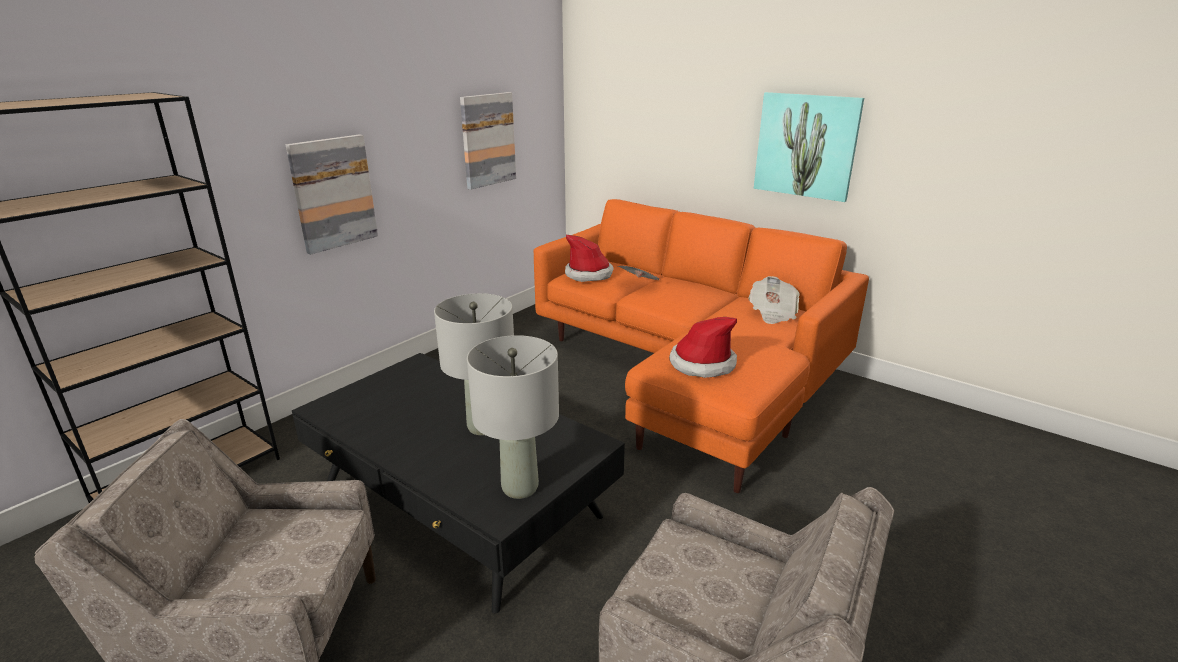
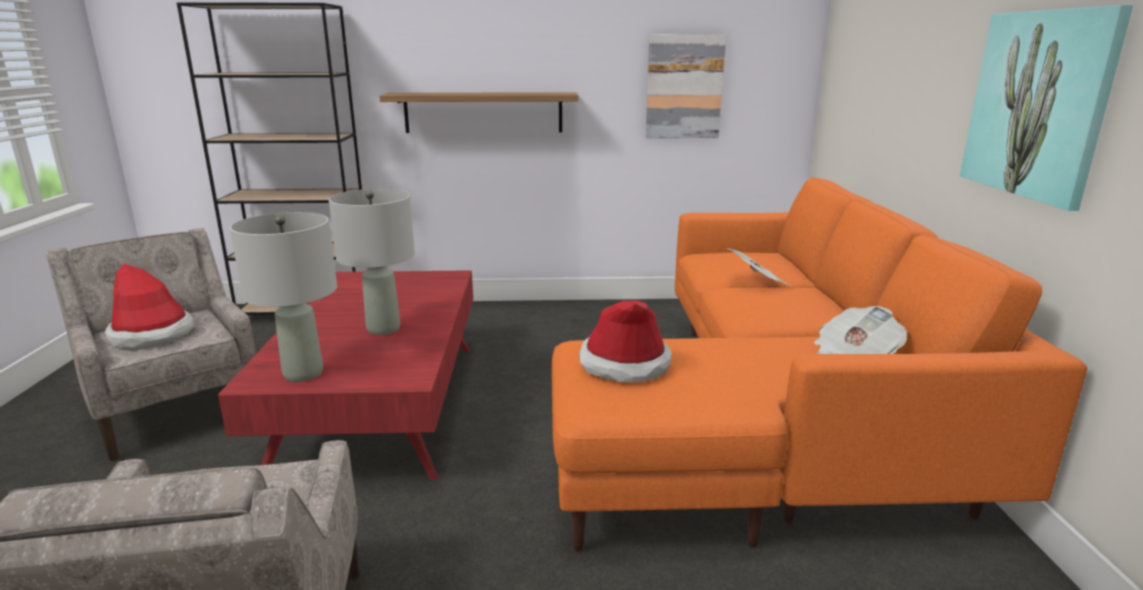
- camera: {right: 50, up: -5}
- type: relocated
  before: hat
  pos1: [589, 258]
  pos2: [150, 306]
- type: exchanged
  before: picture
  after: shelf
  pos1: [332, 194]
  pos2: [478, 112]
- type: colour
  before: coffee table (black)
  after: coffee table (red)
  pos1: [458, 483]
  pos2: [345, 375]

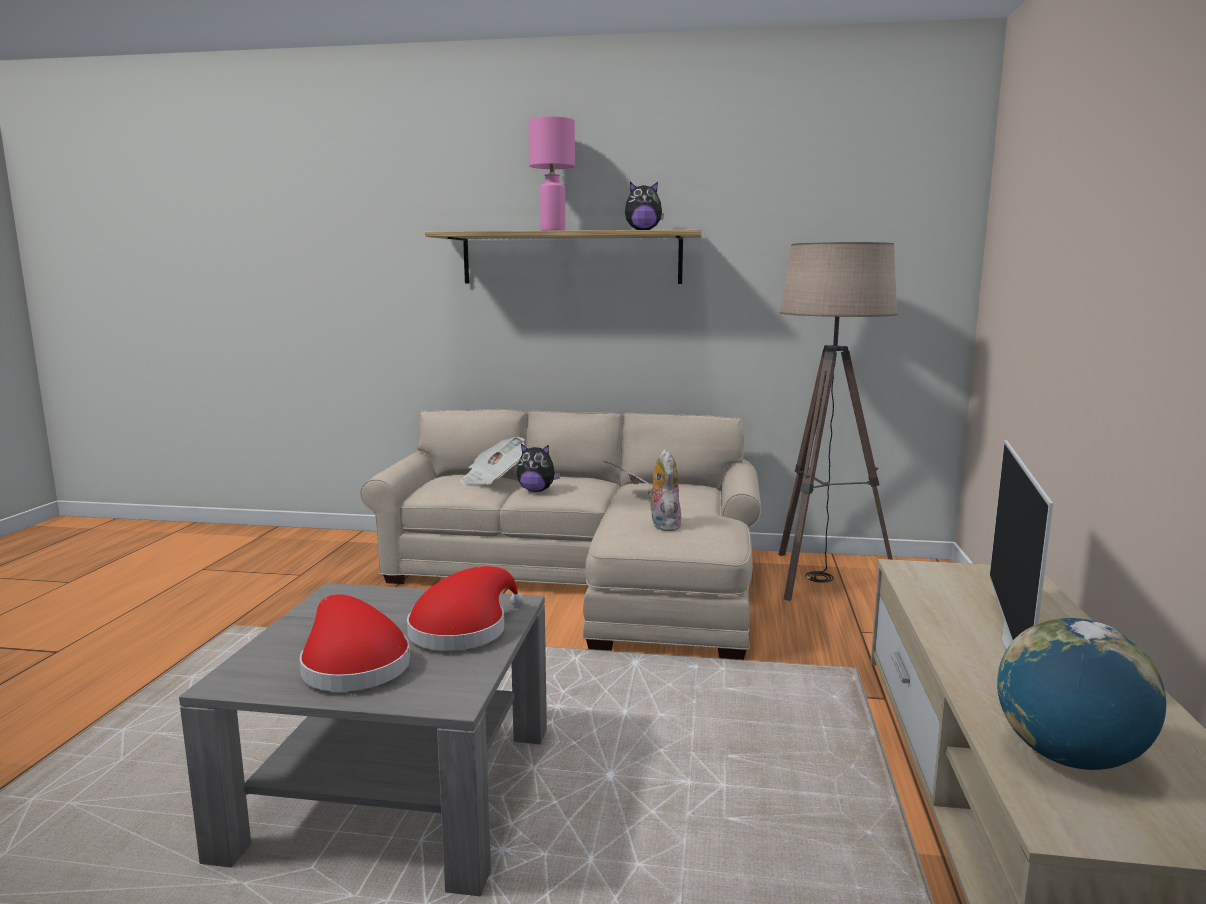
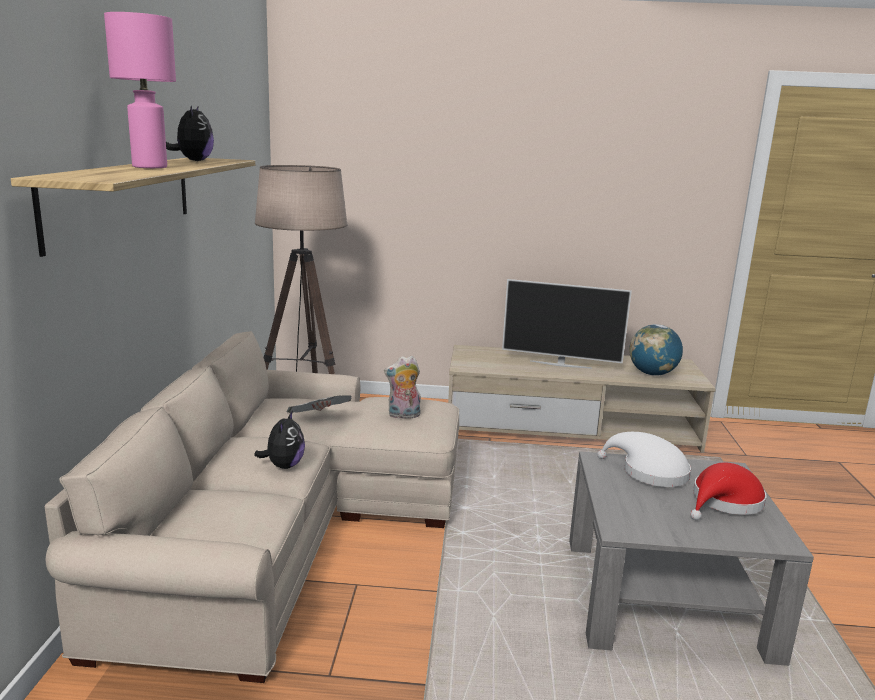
- camera: {right: -95, up: 5}
- type: missing
  before: newspaper
  pos1: [492, 461]
- type: colour
  before: hat (red)
  after: hat (white)
  pos1: [465, 608]
  pos2: [644, 459]

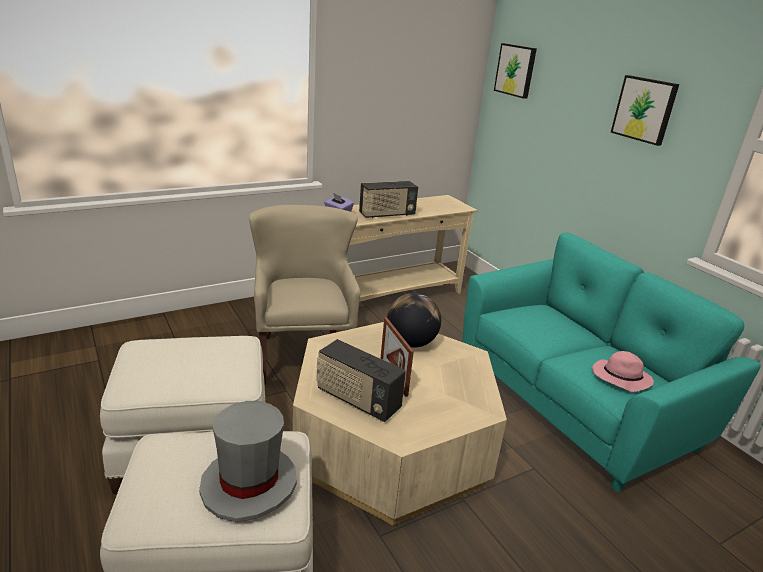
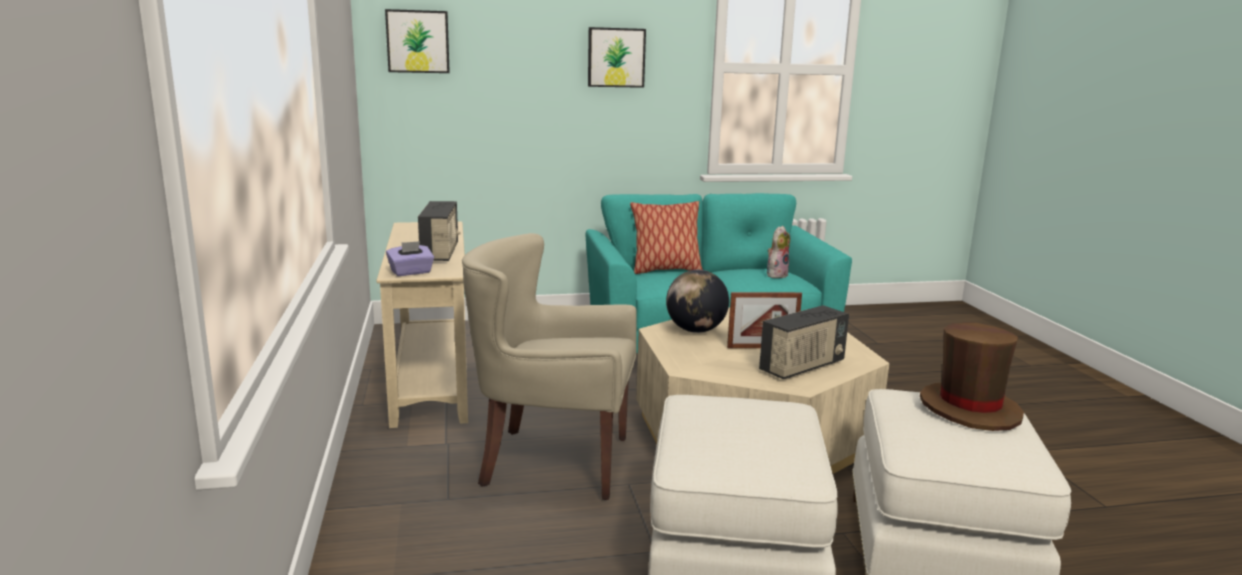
- camera: {right: -70, up: -10}
- type: appeared
  after: pillow
  pos2: [666, 237]
- type: exchanged
  before: hat (pink)
  after: plush toy
  pos1: [623, 371]
  pos2: [778, 252]
- type: colour
  before: hat (grey)
  after: hat (brown)
  pos1: [248, 461]
  pos2: [972, 377]

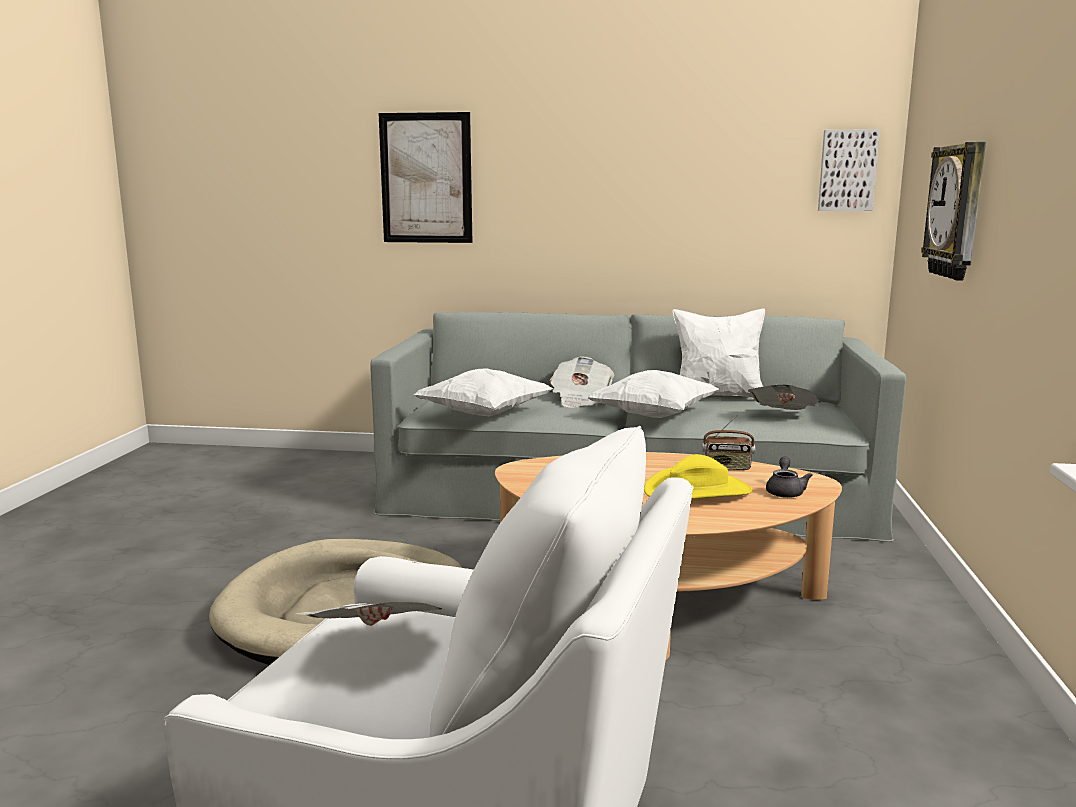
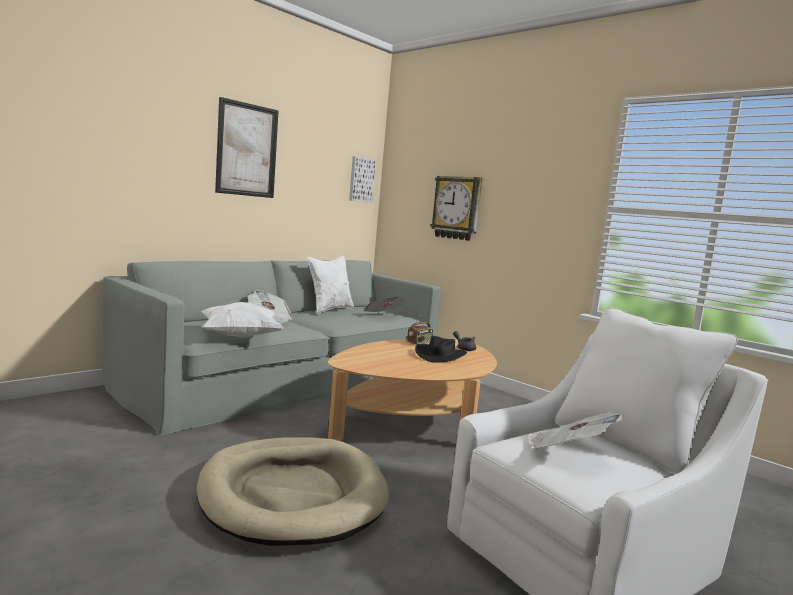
- camera: {right: -55, up: -5}
- type: missing
  before: pillow (white)
  pos1: [653, 394]
- type: relocated
  before: picture
  pos1: [425, 177]
  pos2: [246, 147]
- type: colour
  before: hat (yellow)
  after: hat (black)
  pos1: [698, 476]
  pos2: [441, 349]

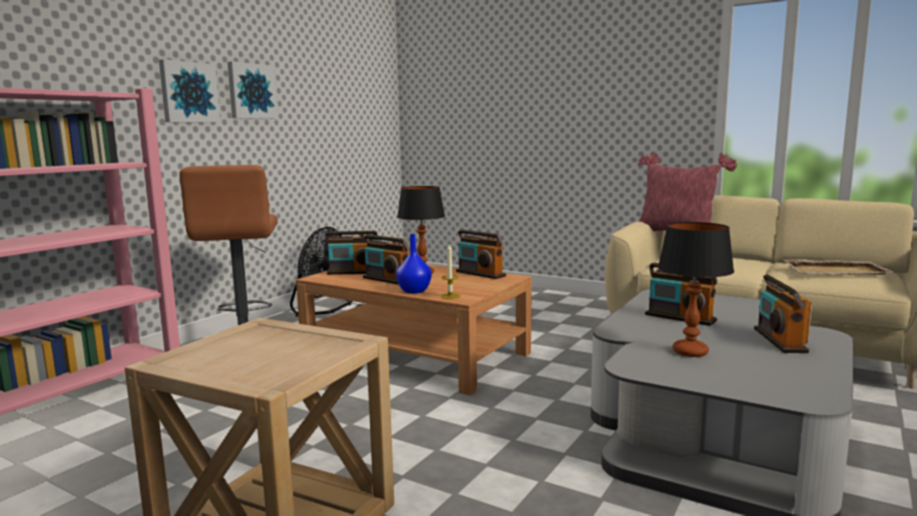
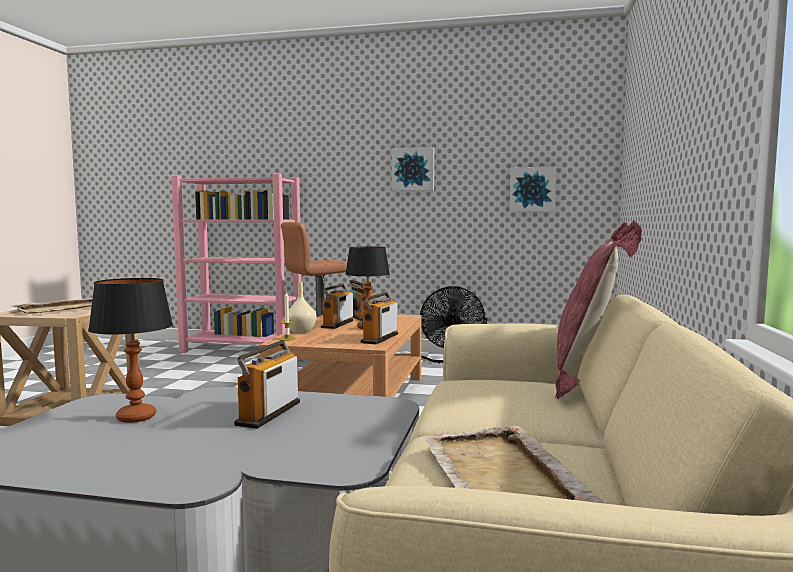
- camera: {right: 70, up: -5}
- type: missing
  before: radio
  pos1: [783, 313]
- type: appeared
  after: tray (beige)
  pos2: [52, 306]
- type: relocated
  before: picture
  pos1: [189, 90]
  pos2: [533, 189]
- type: colour
  before: vase (blue)
  after: vase (beige)
  pos1: [414, 264]
  pos2: [303, 307]

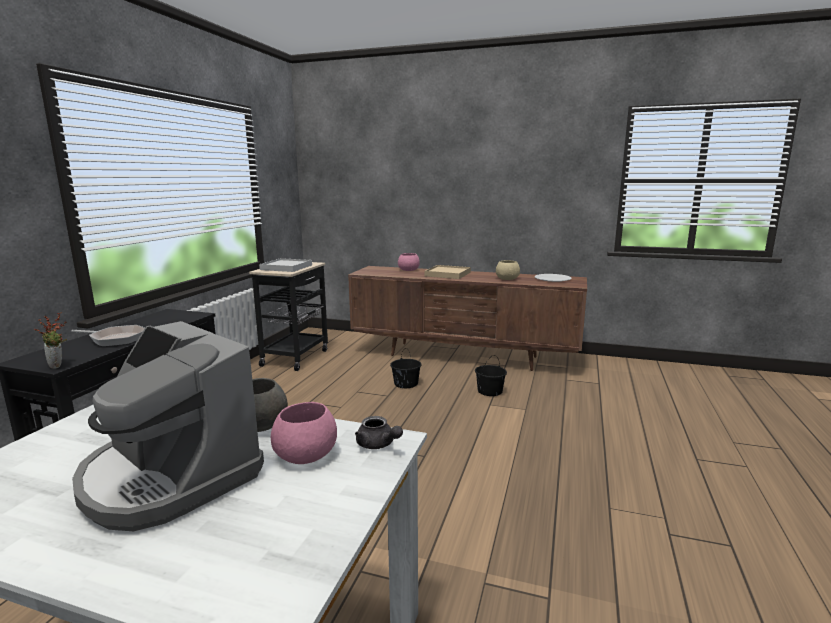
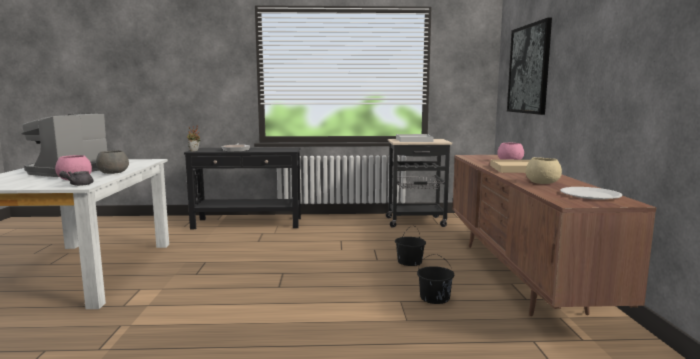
- camera: {right: 70, up: -5}
- type: appeared
  after: picture
  pos2: [529, 66]

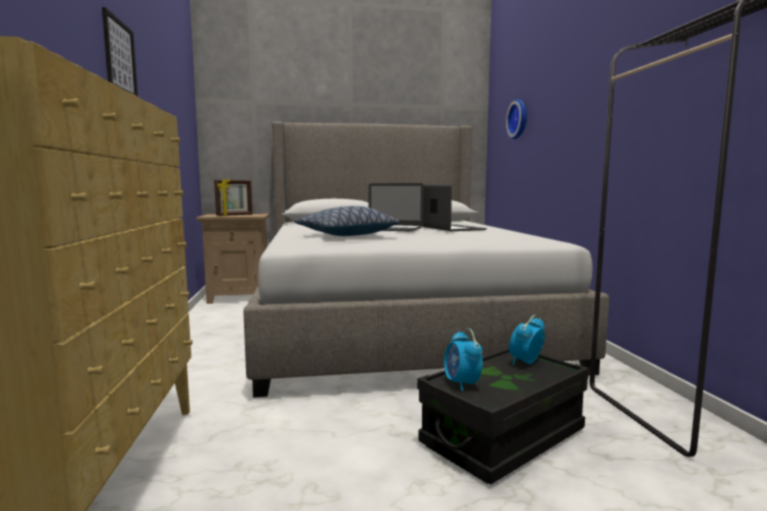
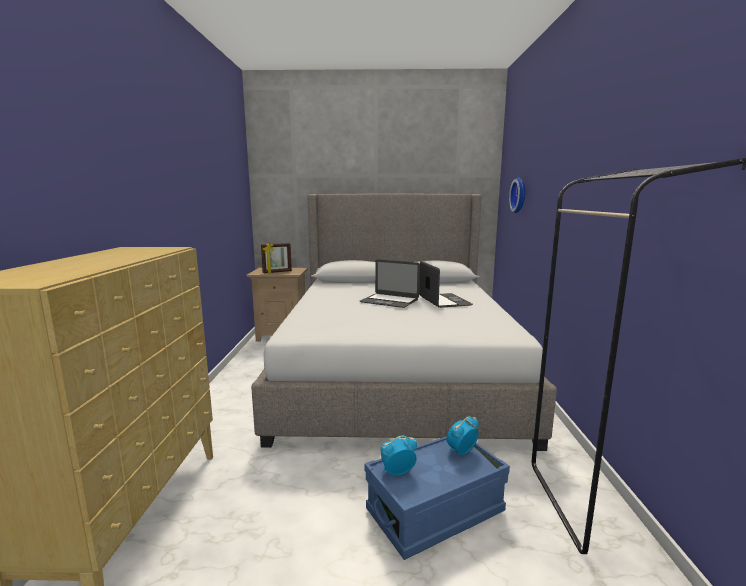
- camera: {right: 10, up: 5}
- type: missing
  before: picture
  pos1: [120, 52]
- type: missing
  before: pillow
  pos1: [346, 221]
- type: colour
  before: storage box (black)
  after: storage box (blue)
  pos1: [503, 416]
  pos2: [437, 498]
- type: spun
  before: alarm clock
  pos1: [463, 360]
  pos2: [399, 456]
  turn: 75

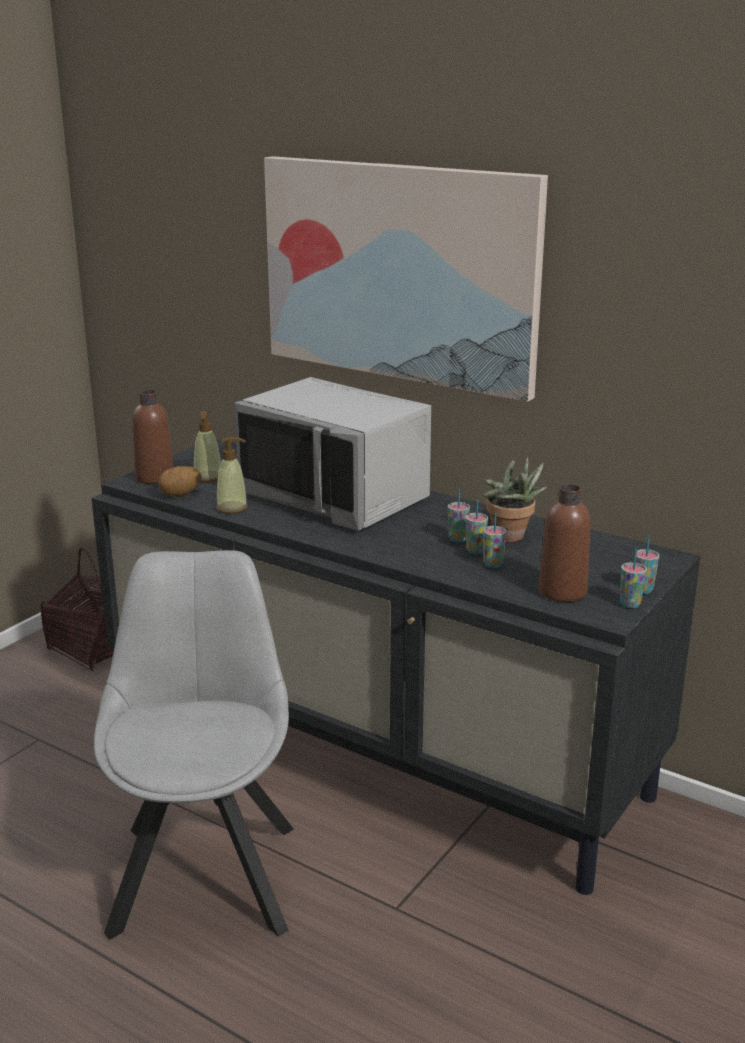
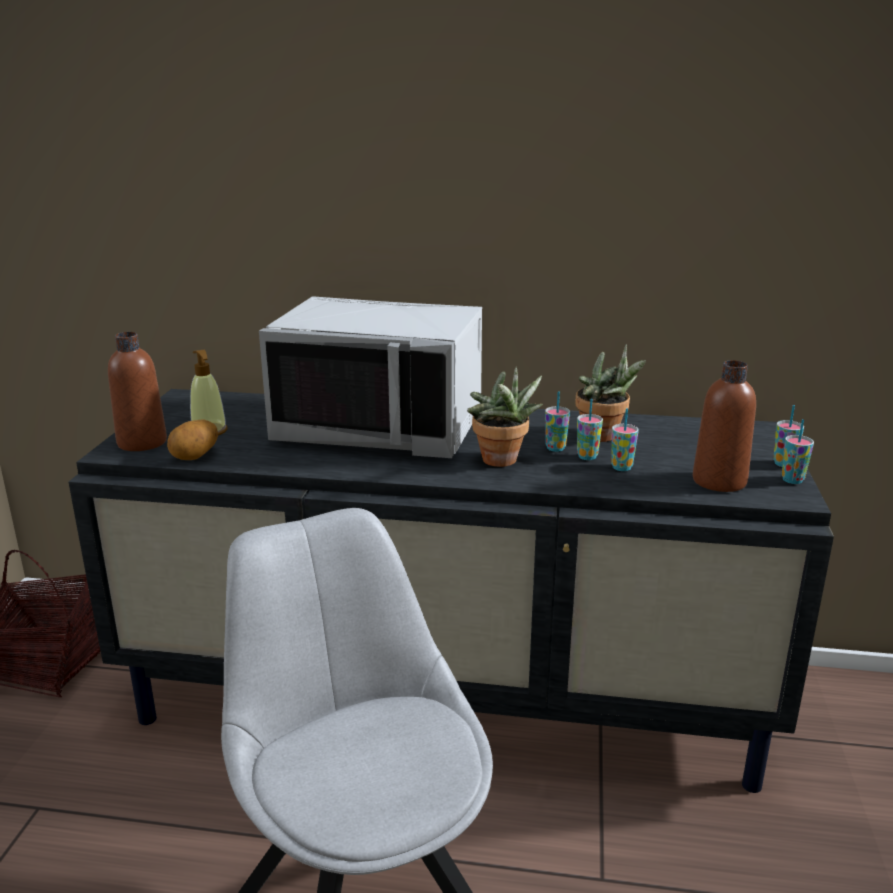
- camera: {right: -25, up: 0}
- type: missing
  before: soap dispenser
  pos1: [232, 475]
- type: missing
  before: picture
  pos1: [406, 279]
- type: appeared
  after: potted plant
  pos2: [505, 417]

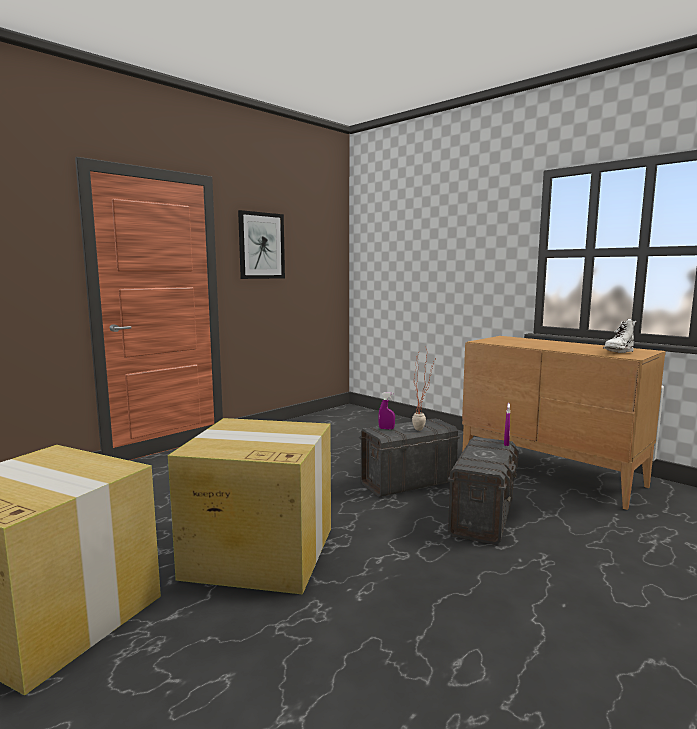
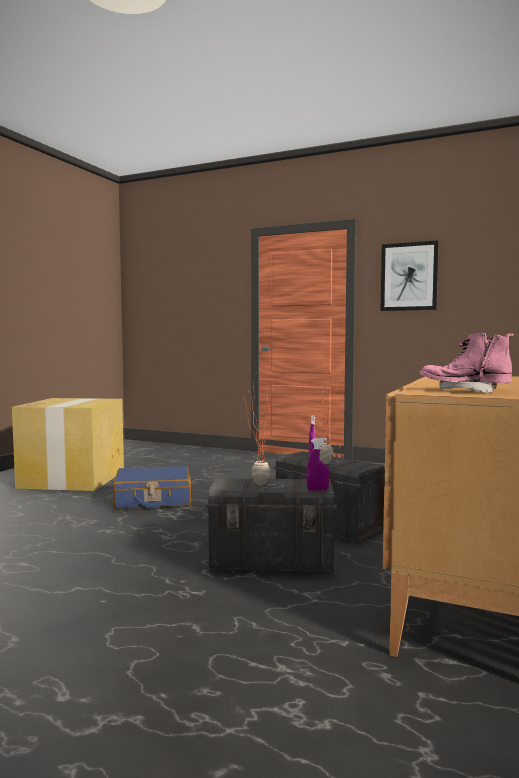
- camera: {right: 70, up: -5}
- type: appeared
  after: potted plant
  pos2: [257, 430]
- type: exchanged
  before: cardboard box
  after: suitcase (blue)
  pos1: [249, 506]
  pos2: [152, 487]
- type: colour
  before: boot (white)
  after: boot (pink)
  pos1: [620, 336]
  pos2: [467, 363]

